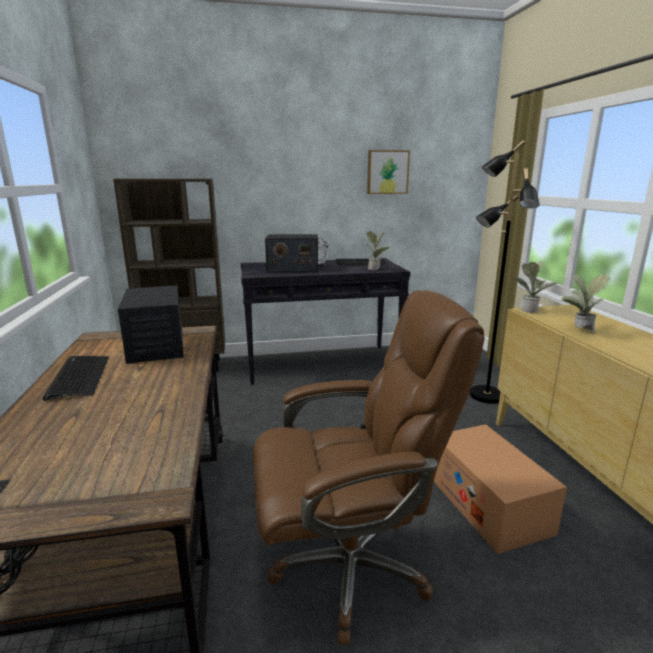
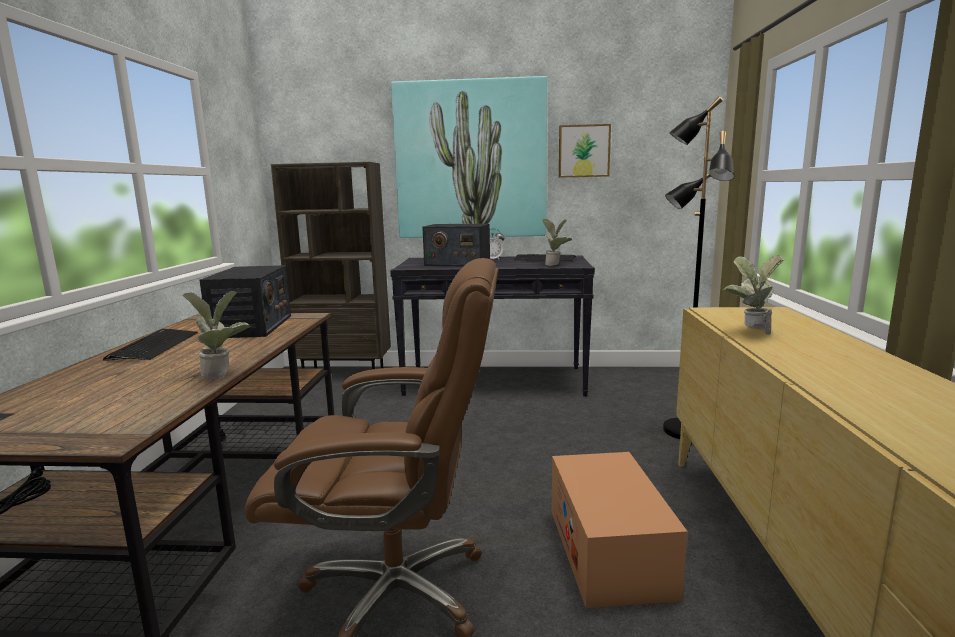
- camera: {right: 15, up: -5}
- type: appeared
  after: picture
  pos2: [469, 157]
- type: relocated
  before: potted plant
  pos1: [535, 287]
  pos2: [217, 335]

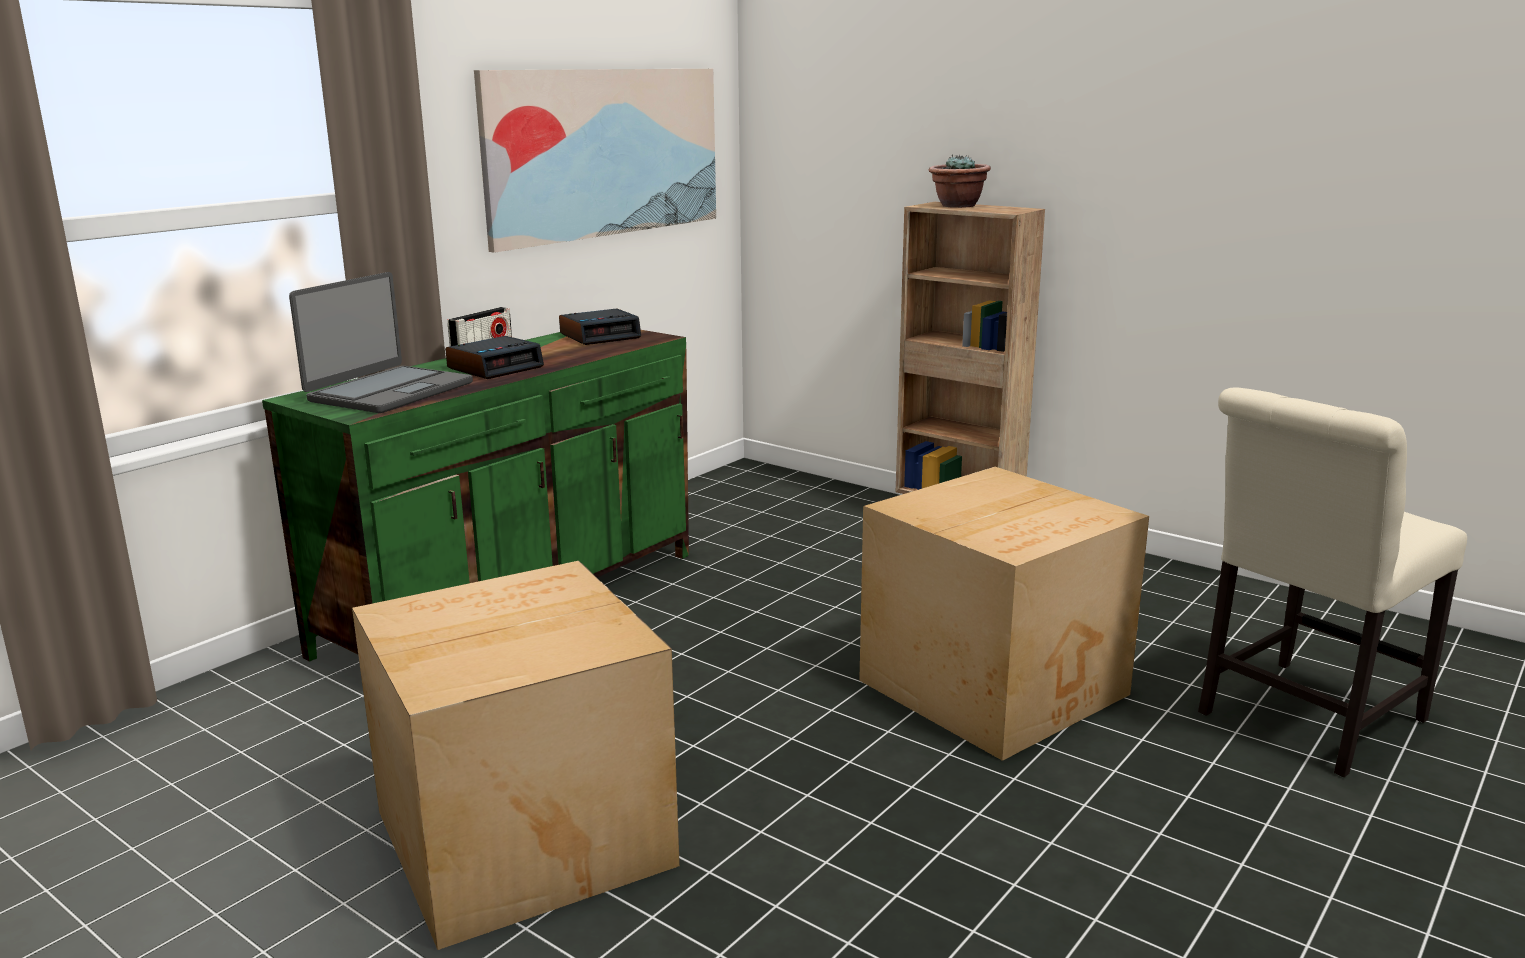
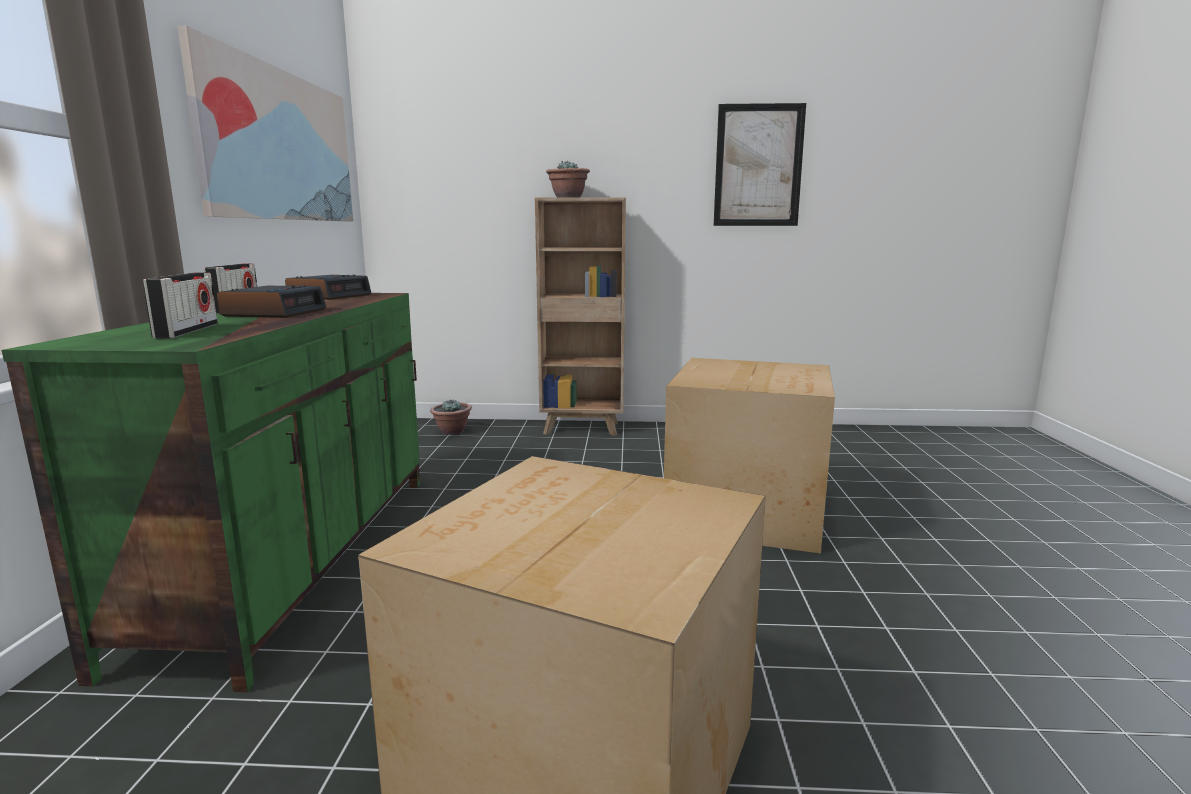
- camera: {right: -35, up: -5}
- type: missing
  before: chair (beige)
  pos1: [1332, 582]
- type: appeared
  after: potted plant
  pos2: [451, 417]
- type: appeared
  after: picture
  pos2: [760, 164]
- type: exchanged
  before: laptop
  after: radio
  pos1: [381, 342]
  pos2: [180, 305]

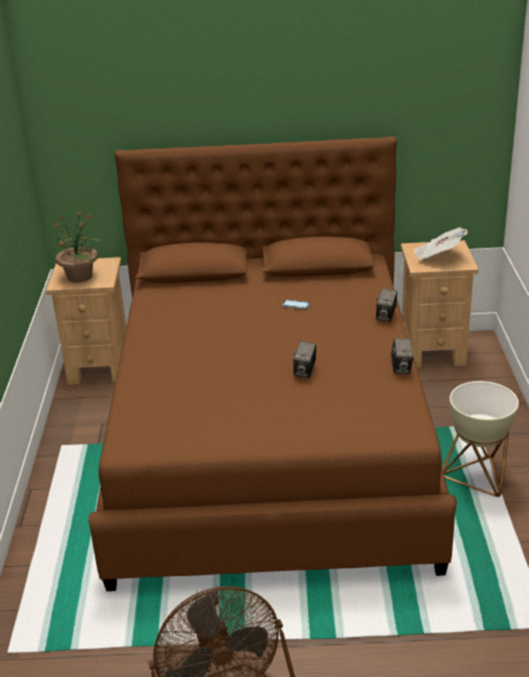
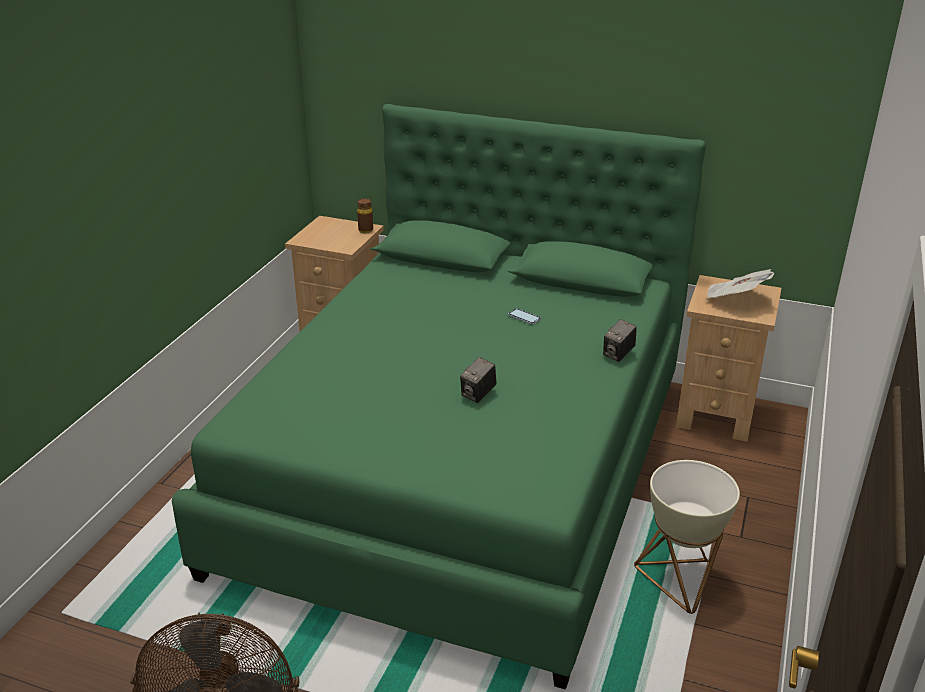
- camera: {right: 20, up: 0}
- type: missing
  before: potted plant
  pos1: [78, 247]
- type: missing
  before: photo camera
  pos1: [402, 356]
- type: appeared
  after: bottle (brown)
  pos2: [365, 216]
- type: colour
  before: bed (brown)
  after: bed (green)
  pos1: [272, 363]
  pos2: [439, 397]

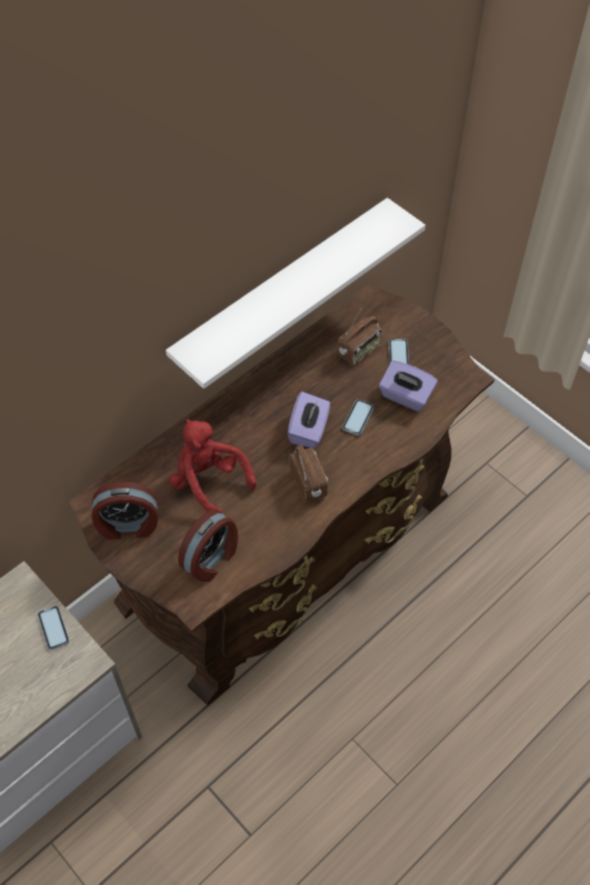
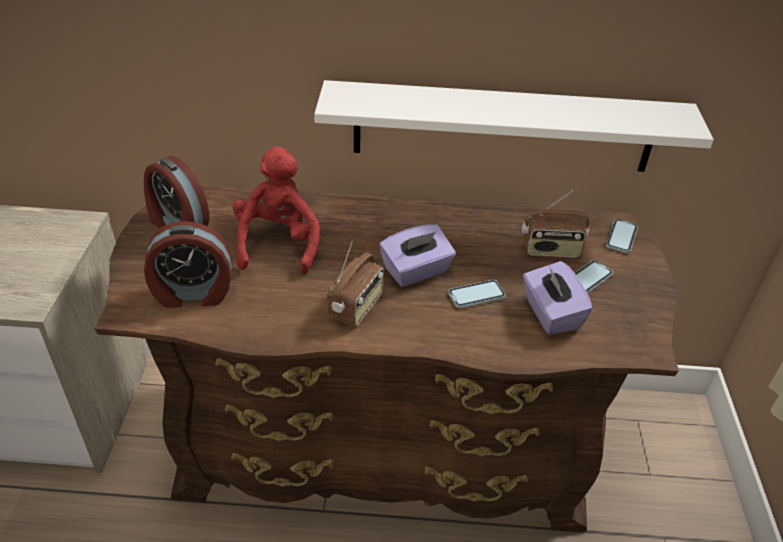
- camera: {right: 45, up: -15}
- type: relocated
  before: phone
  pos1: [54, 628]
  pos2: [622, 236]

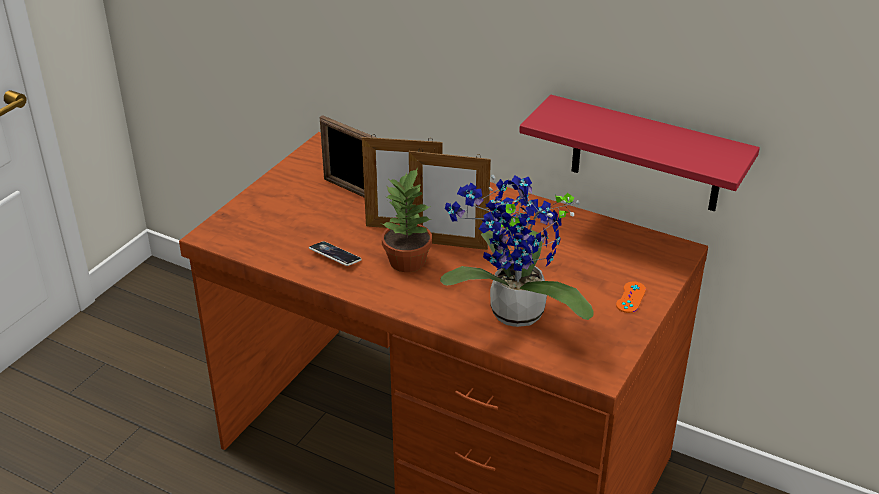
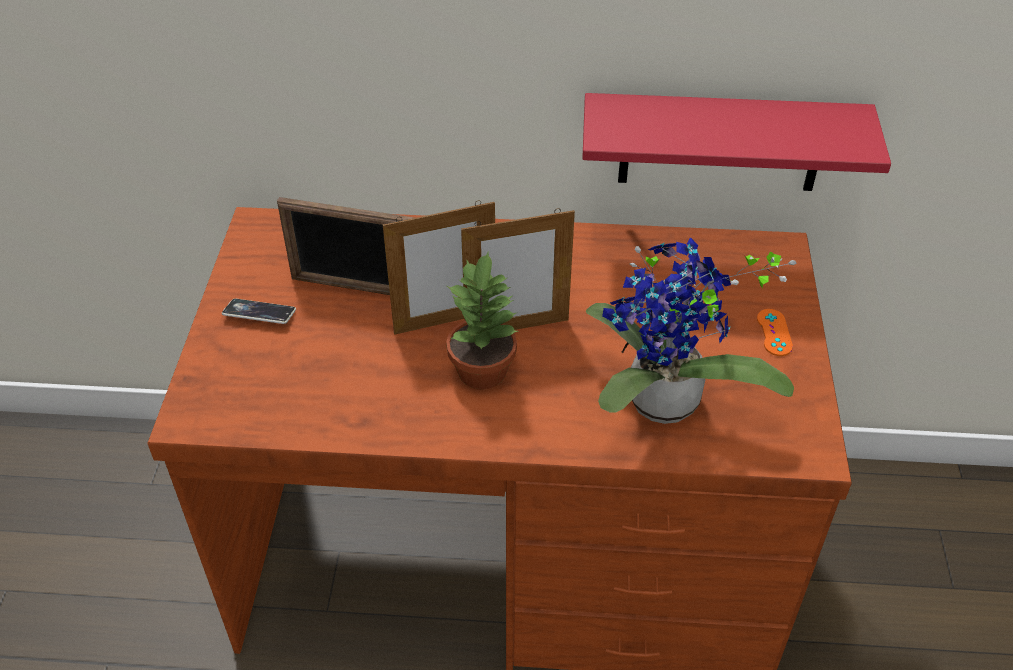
- camera: {right: -25, up: 10}
- type: relocated
  before: phone
  pos1: [335, 253]
  pos2: [259, 311]

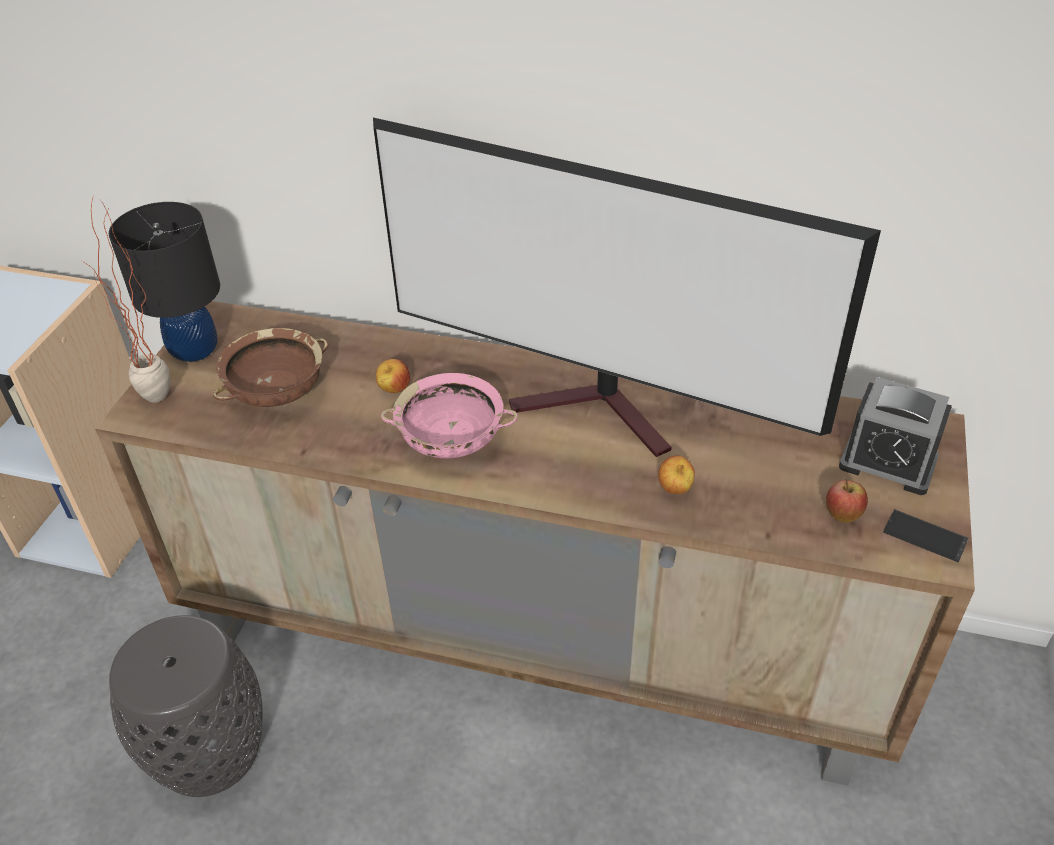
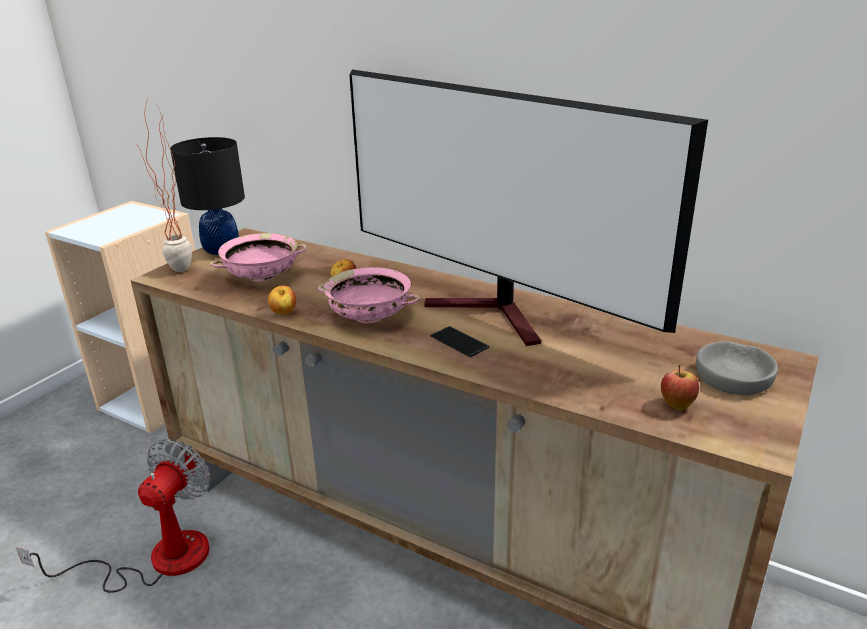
- camera: {right: 15, up: -15}
- type: relocated
  before: apple
  pos1: [676, 474]
  pos2: [282, 300]
- type: relocated
  before: phone
  pos1: [926, 536]
  pos2: [460, 342]
- type: exchanged
  before: stool (grey)
  after: fan
  pos1: [186, 706]
  pos2: [113, 516]
- type: exchanged
  before: alarm clock
  after: bowl (grey)
  pos1: [895, 436]
  pos2: [737, 368]
- type: colour
  before: bowl (brown)
  after: bowl (pink)
  pos1: [270, 367]
  pos2: [258, 257]

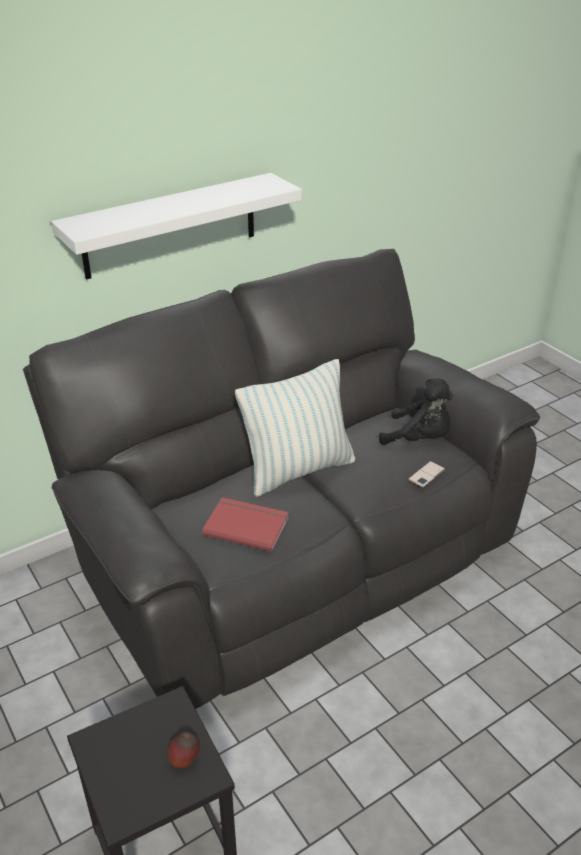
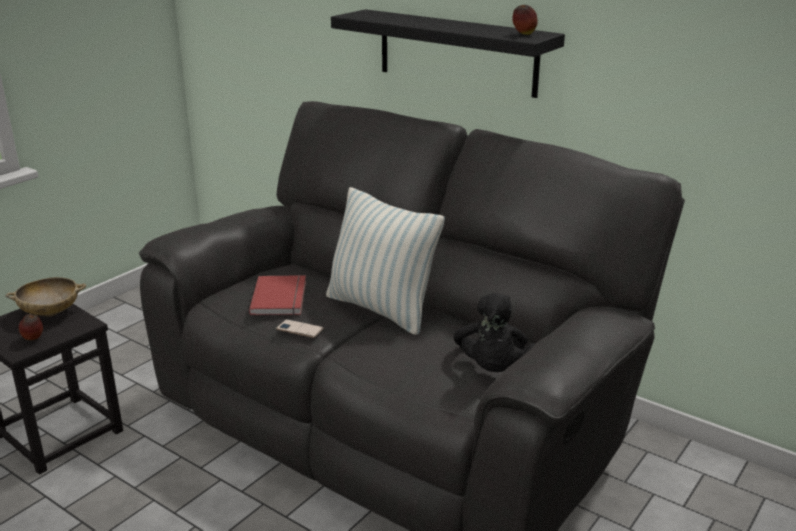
- camera: {right: 70, up: -10}
- type: appeared
  after: bowl (beige)
  pos2: [46, 297]
- type: appeared
  after: apple
  pos2: [525, 20]
- type: relocated
  before: phone
  pos1: [426, 474]
  pos2: [300, 328]
- type: colour
  before: shelf (white)
  after: shelf (black)
  pos1: [176, 226]
  pos2: [448, 53]

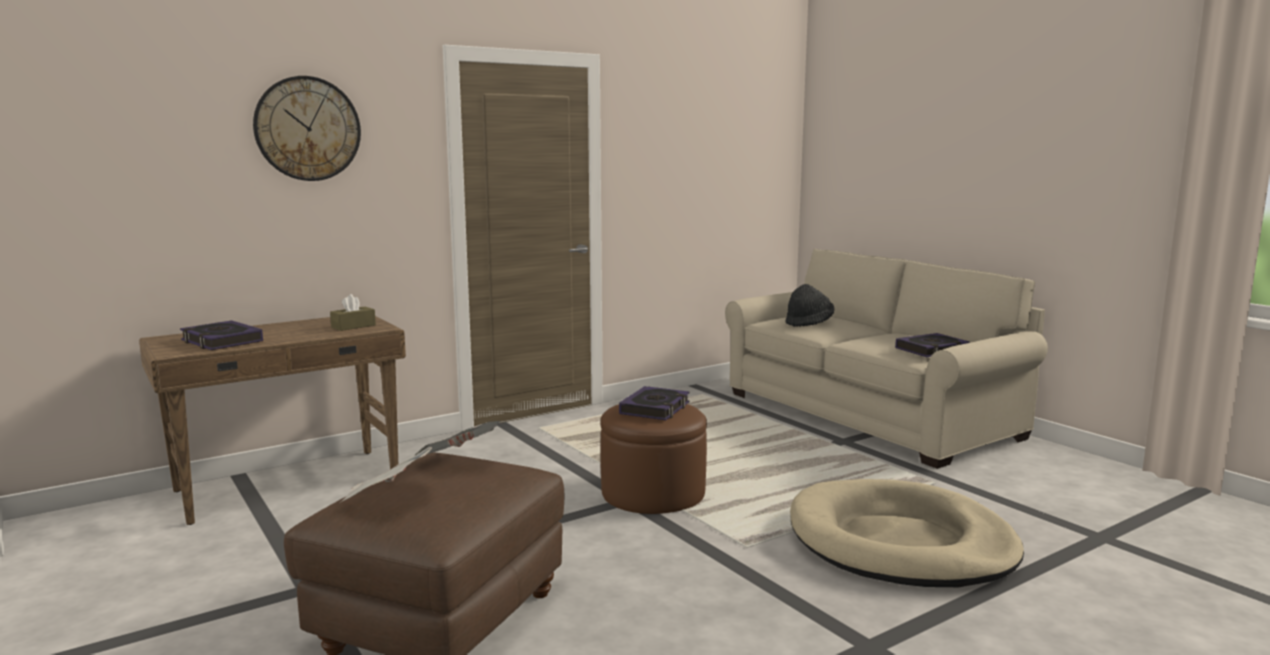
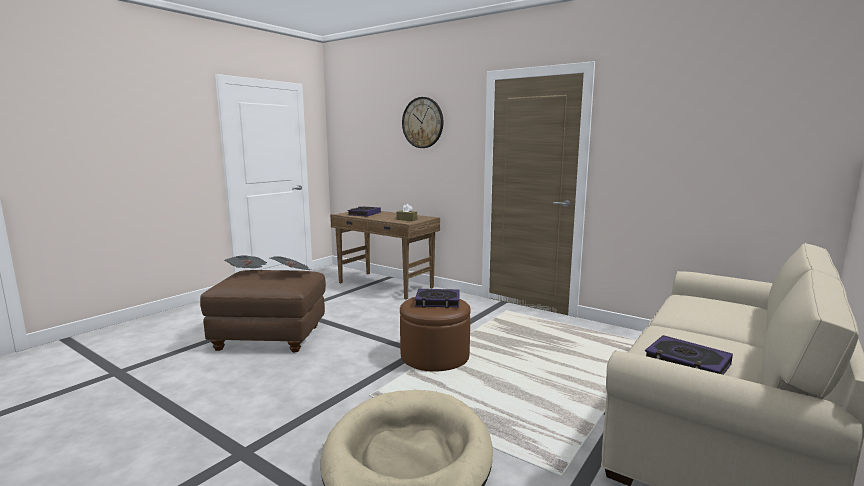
- camera: {right: 70, up: 0}
- type: missing
  before: hat (black)
  pos1: [809, 305]

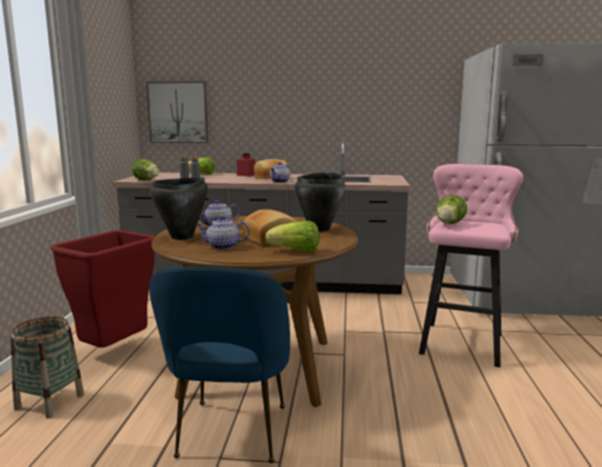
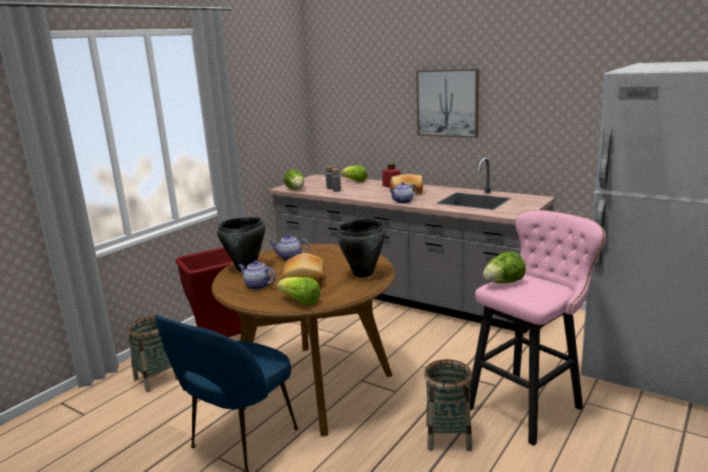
- camera: {right: 30, up: 5}
- type: appeared
  after: basket
  pos2: [448, 405]
- type: relocated
  before: picture
  pos1: [177, 112]
  pos2: [447, 103]

